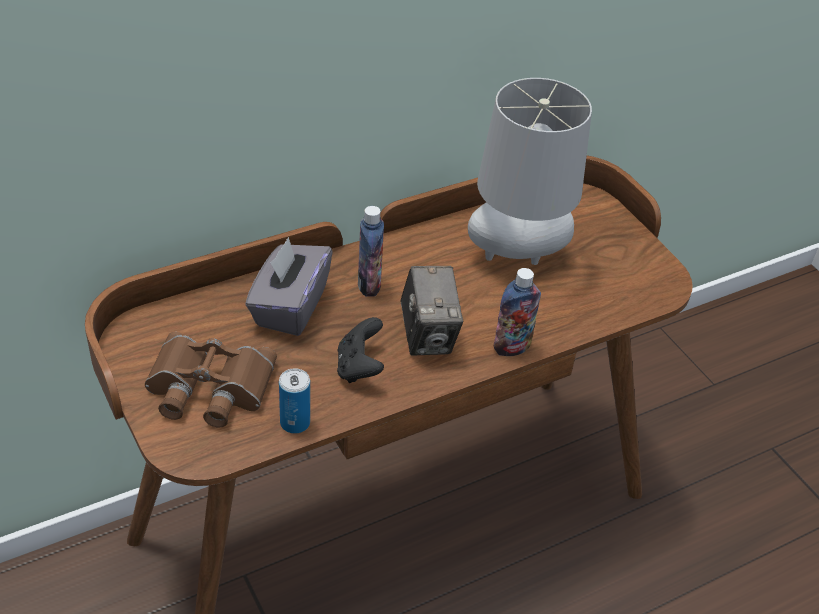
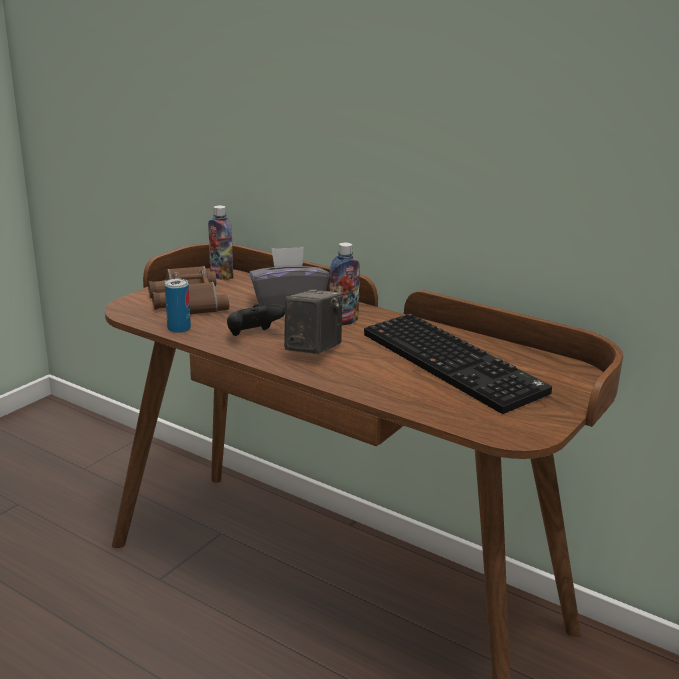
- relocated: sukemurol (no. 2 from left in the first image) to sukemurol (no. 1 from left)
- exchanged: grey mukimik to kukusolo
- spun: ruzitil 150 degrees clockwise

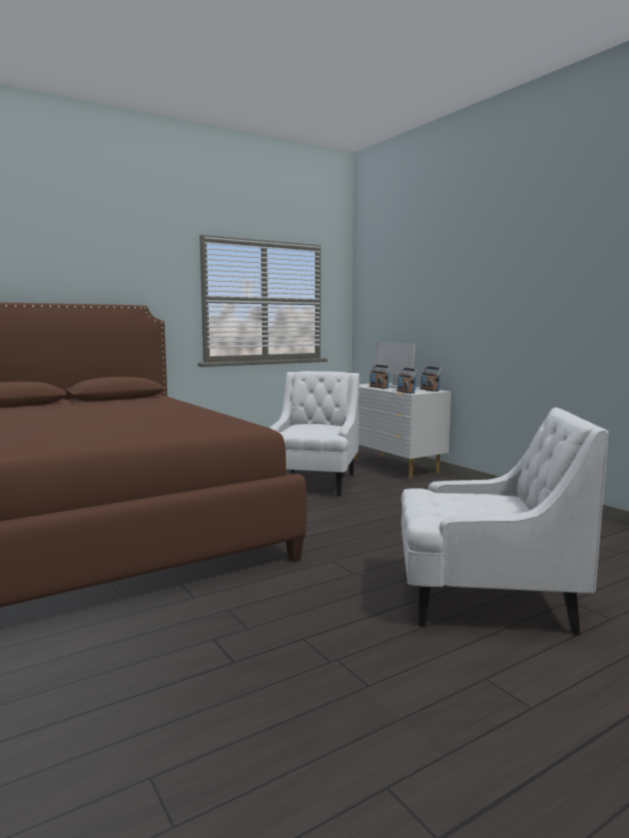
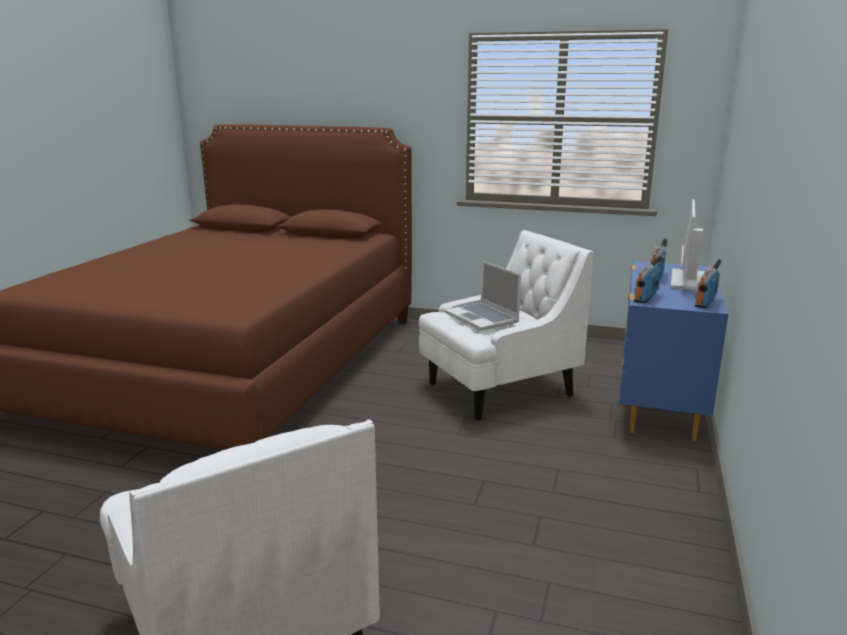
- appeared: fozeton
- colour: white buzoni to blue buzoni

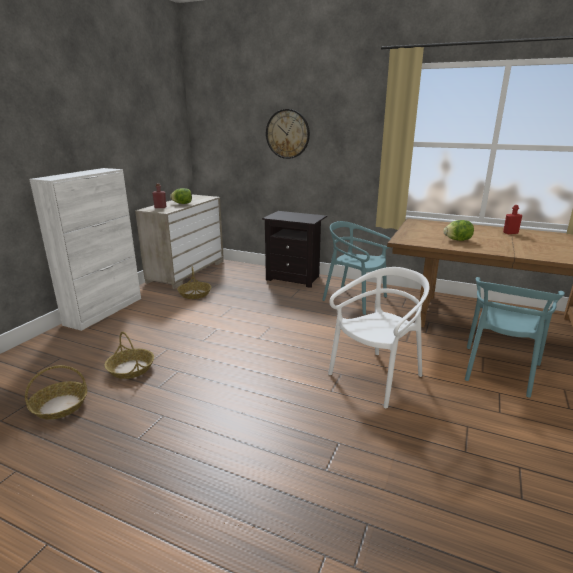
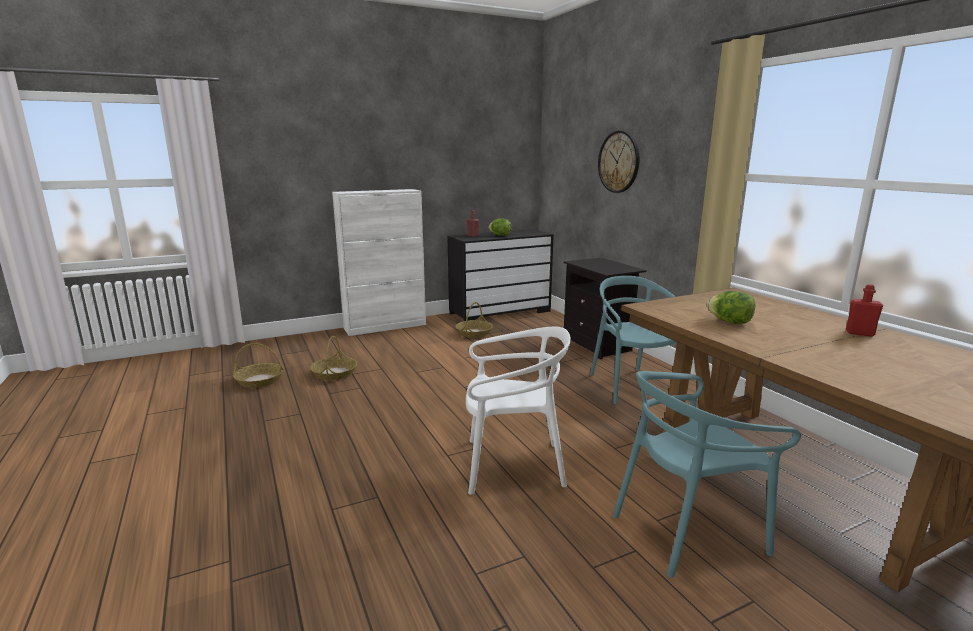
- colour: beige buzoni to black buzoni

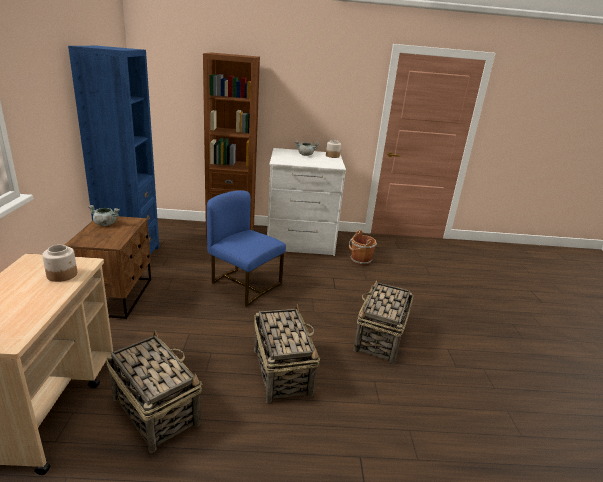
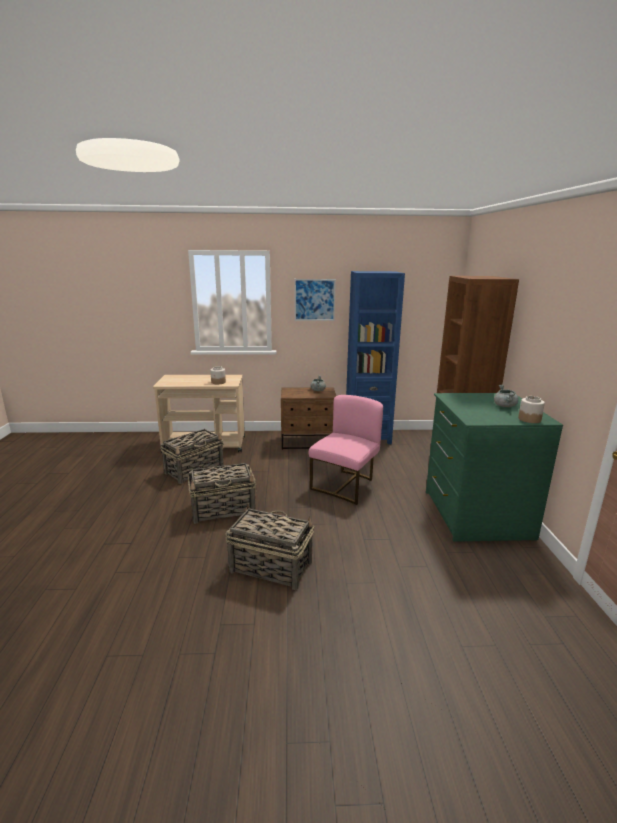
- missing: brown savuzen
- appeared: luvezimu
- colour: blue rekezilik to pink rekezilik
- colour: white buzoni to green buzoni

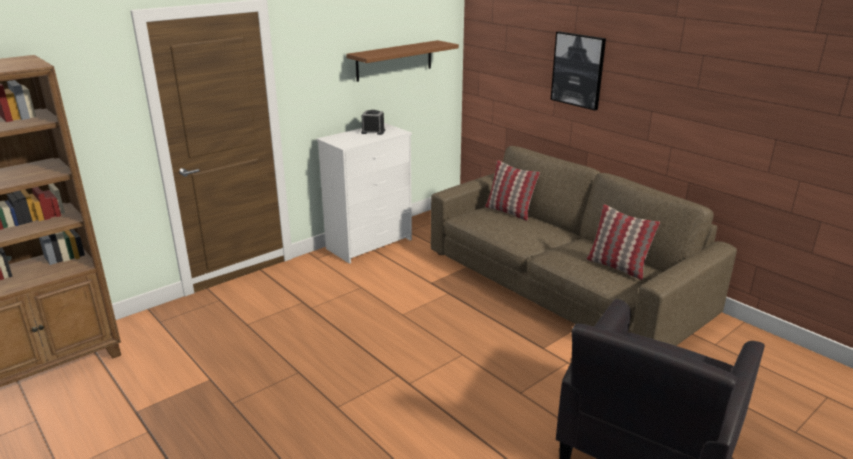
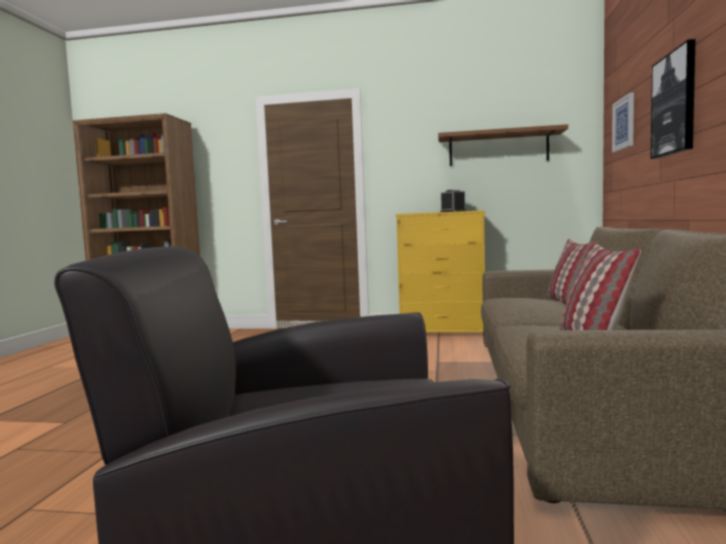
- appeared: luvezimu (no. 1 from left)
- colour: white buzoni to yellow buzoni

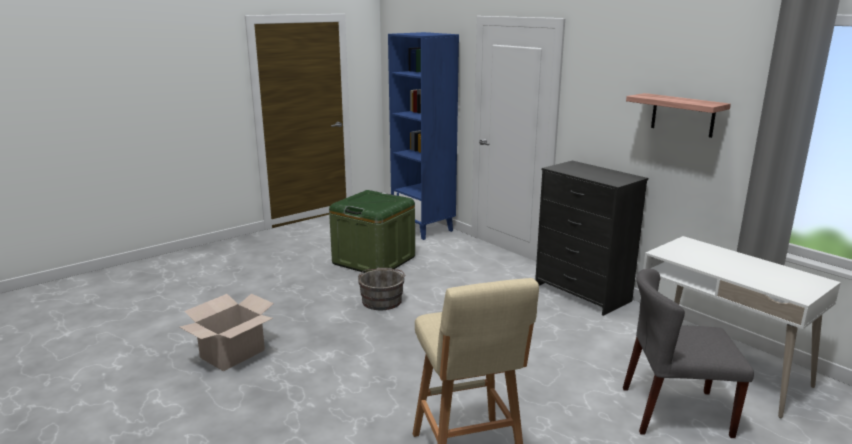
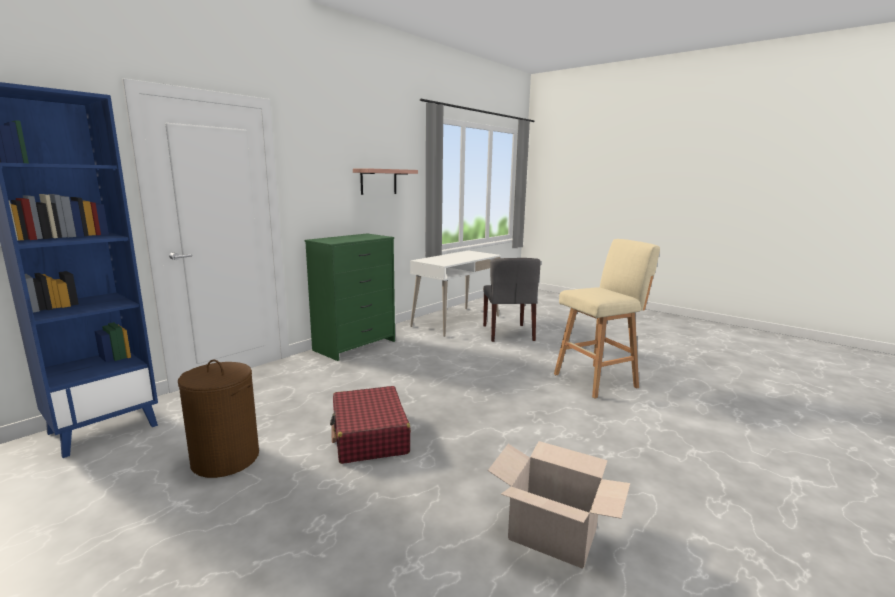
- exchanged: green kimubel to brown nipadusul
- exchanged: grey savuzen to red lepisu
- colour: black buzoni to green buzoni

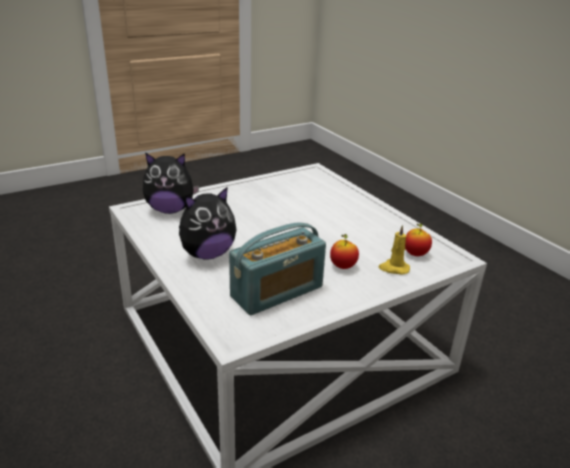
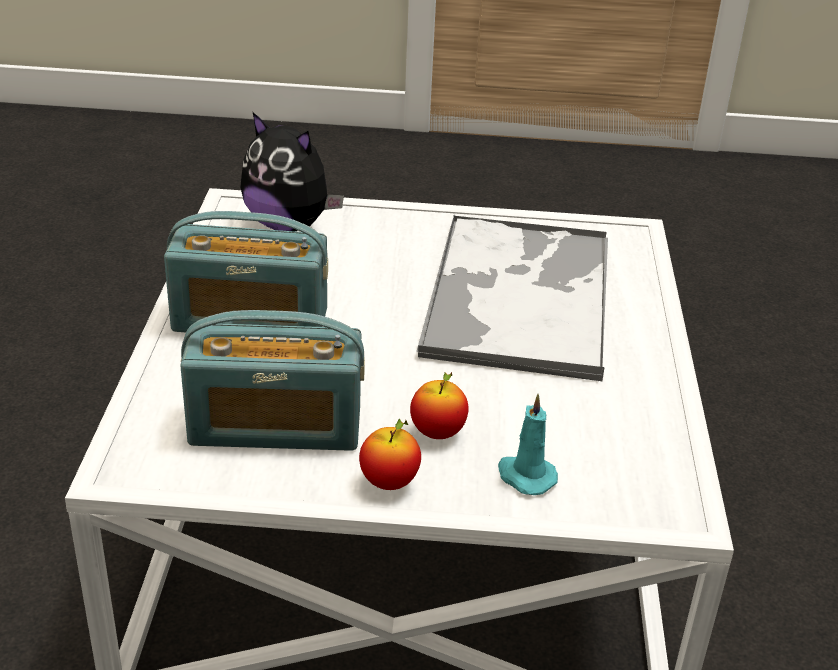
- appeared: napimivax
- relocated: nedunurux (no. 2 from left in the first image) to nedunurux (no. 1 from left)
- exchanged: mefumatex (no. 2 from left) to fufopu (no. 1 from left)
- colour: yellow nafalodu to turquoise nafalodu

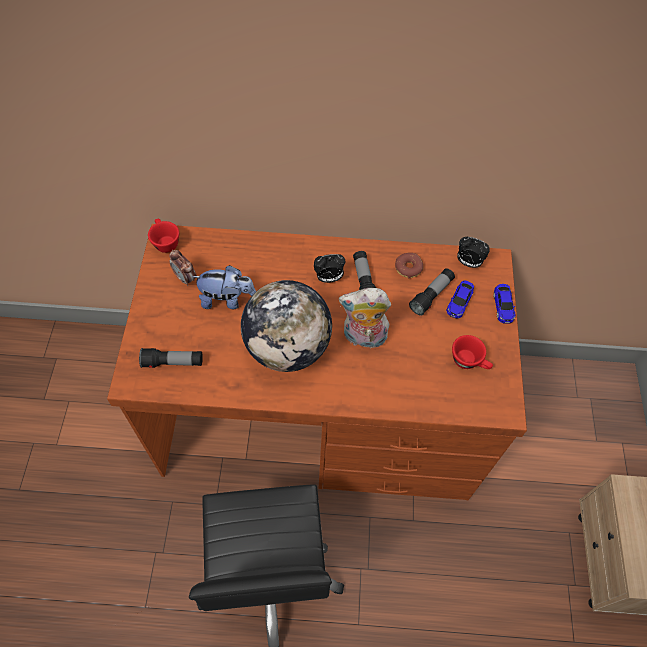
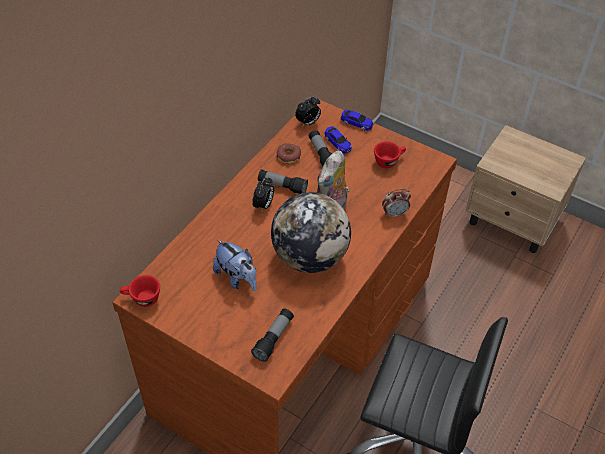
- relocated: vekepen (no. 1 from left in the first image) to vekepen (no. 3 from left)
- spun: mefumatex (no. 1 from left) 105 degrees clockwise

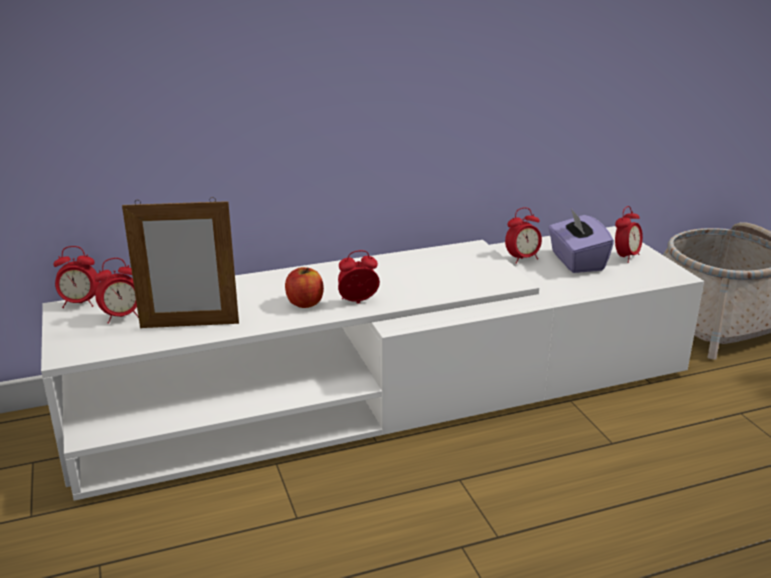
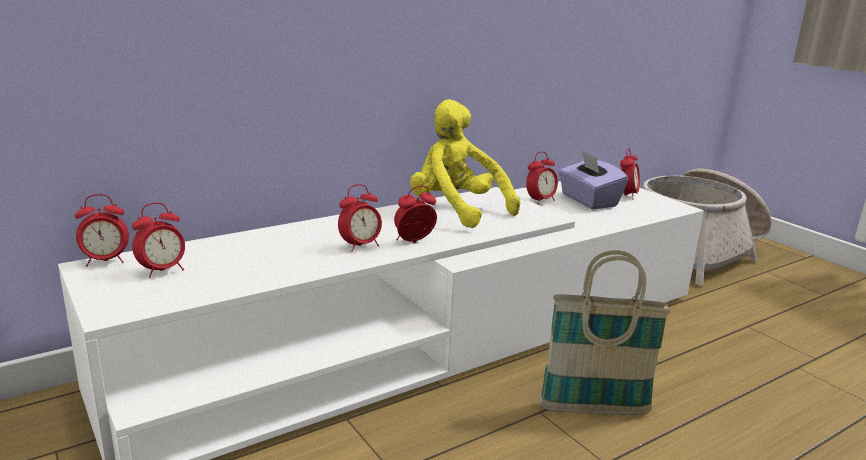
- missing: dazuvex
- appeared: yellow mefumatex
- appeared: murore (no. 1 from left)
- exchanged: nedunurux to vekepen (no. 3 from left)

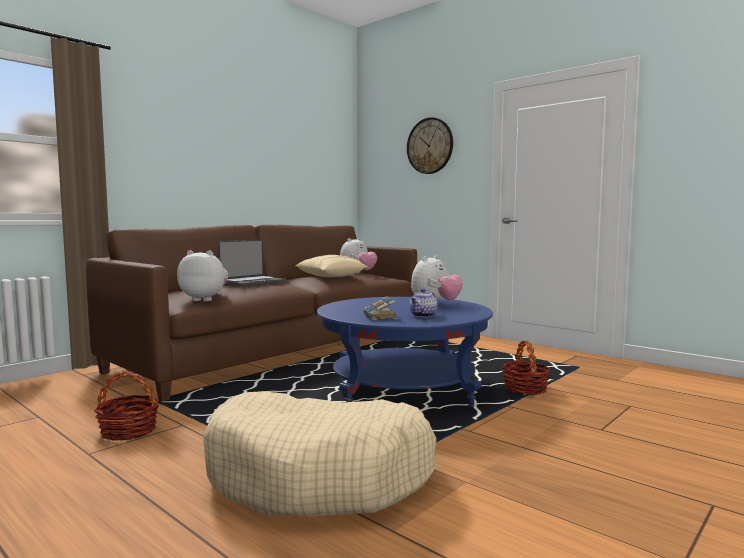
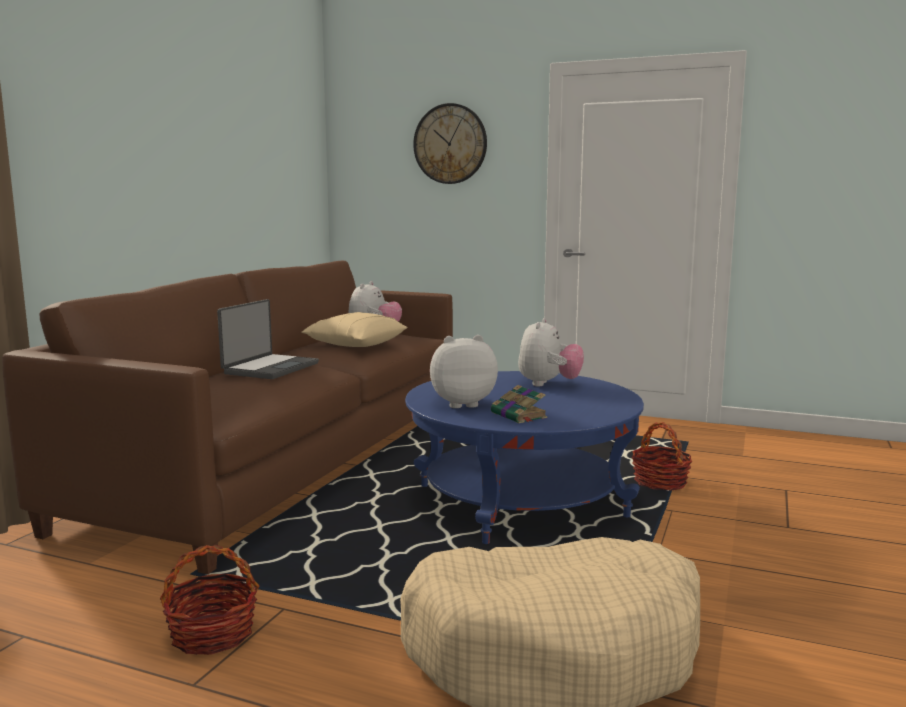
- missing: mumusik
- relocated: mefumatex (no. 1 from left in the first image) to mefumatex (no. 2 from left)

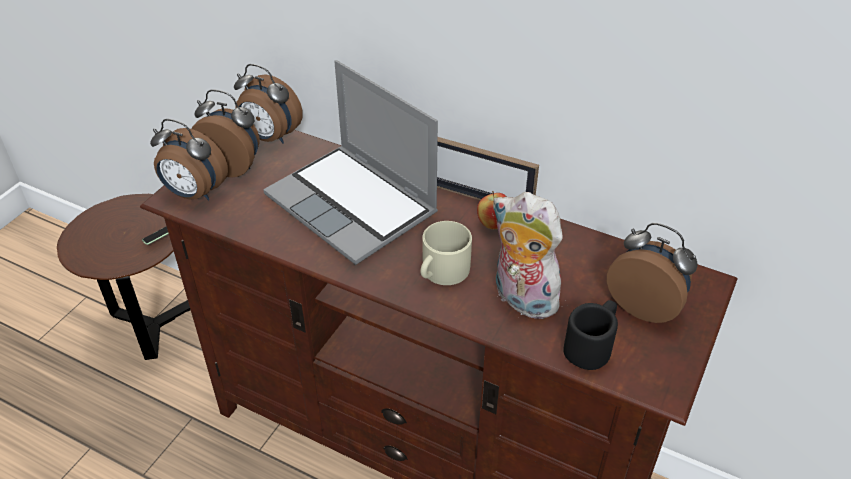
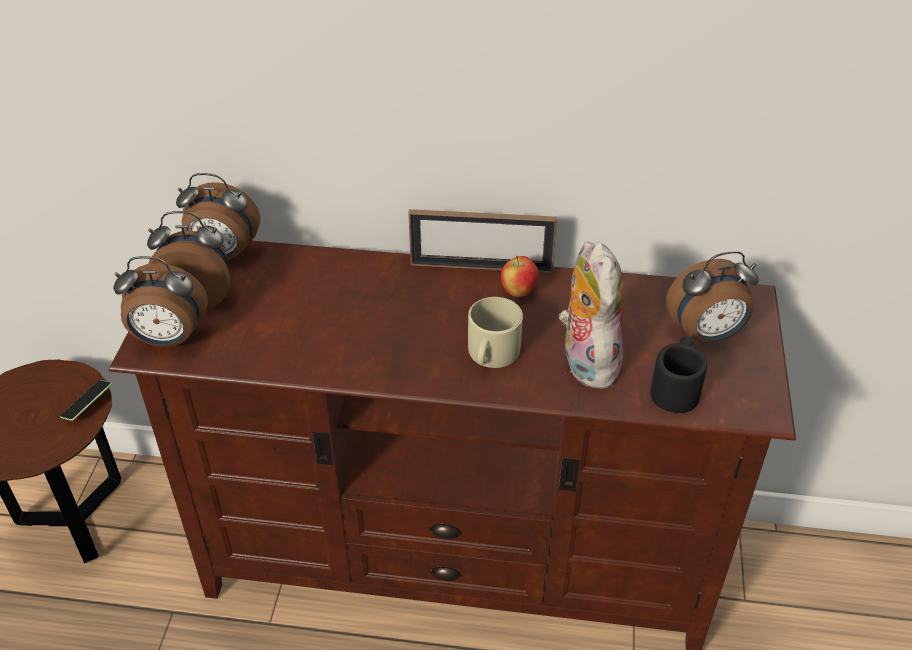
- missing: fozeton
- spun: mefumatex 60 degrees clockwise
- spun: vekepen (no. 4 from left) 150 degrees clockwise

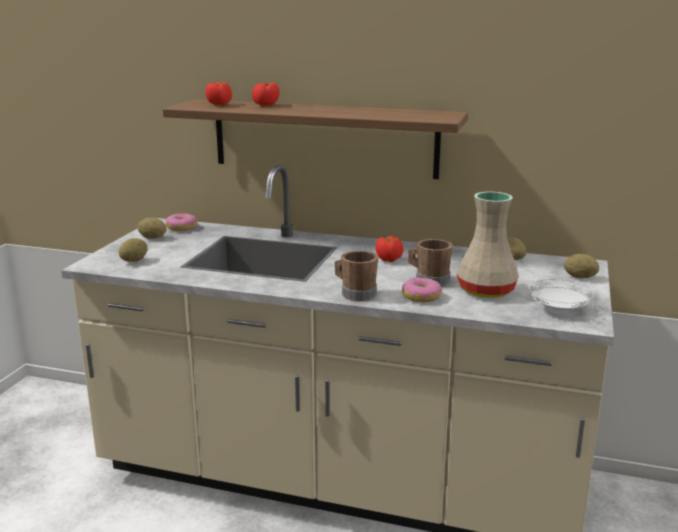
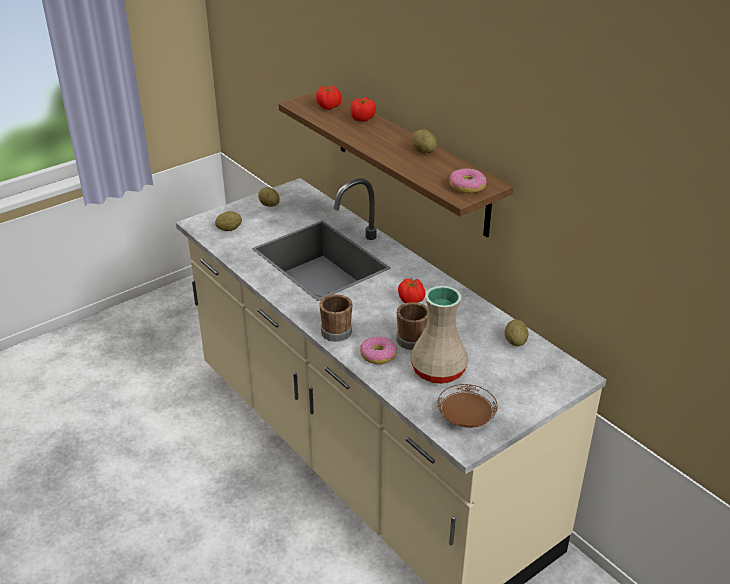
- relocated: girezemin (no. 1 from left in the first image) to girezemin (no. 2 from left)
- relocated: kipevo (no. 4 from left in the first image) to kipevo (no. 3 from left)
- colour: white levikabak to brown levikabak

